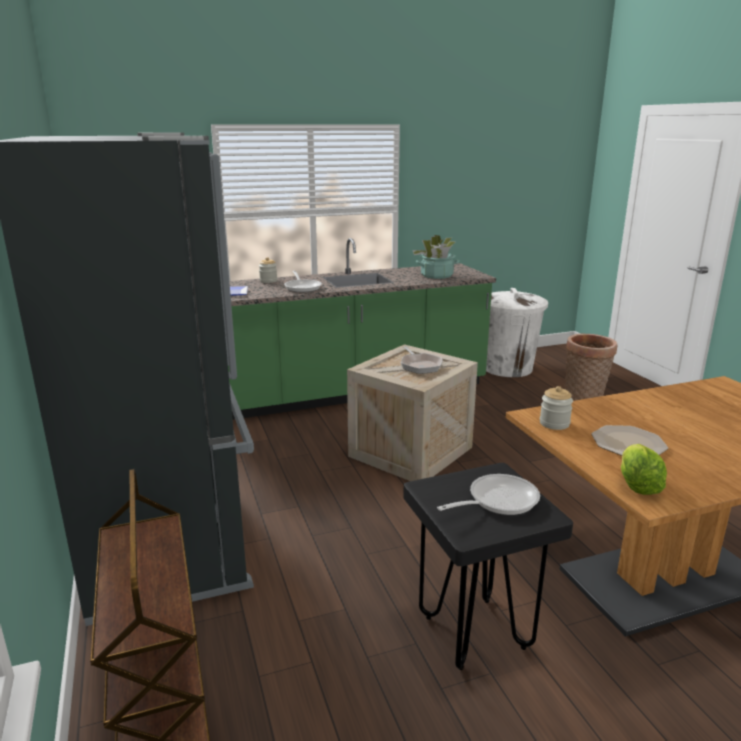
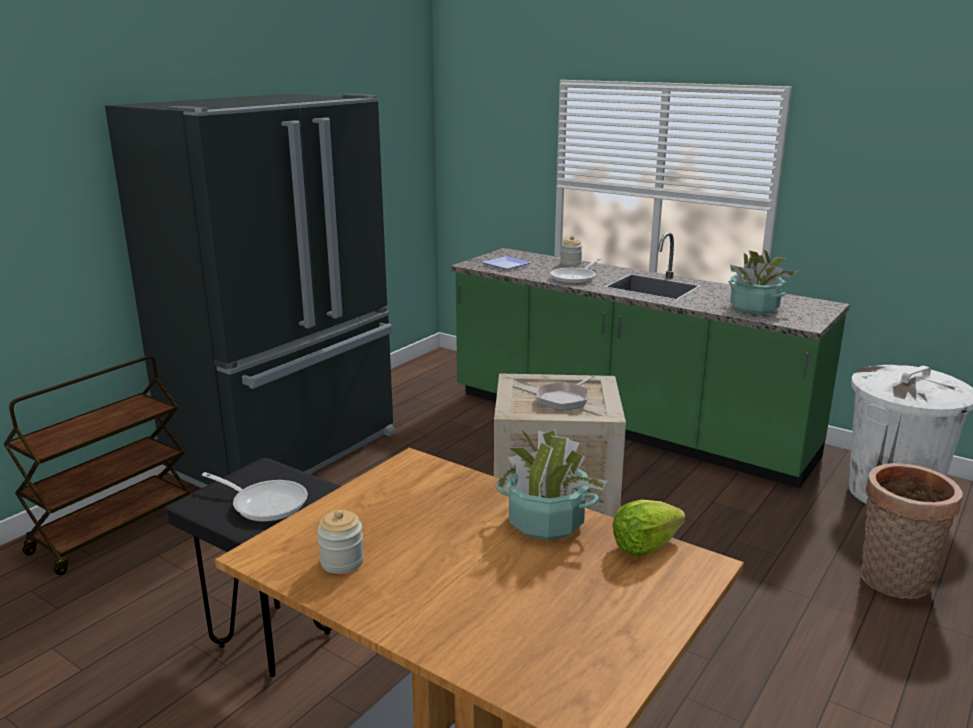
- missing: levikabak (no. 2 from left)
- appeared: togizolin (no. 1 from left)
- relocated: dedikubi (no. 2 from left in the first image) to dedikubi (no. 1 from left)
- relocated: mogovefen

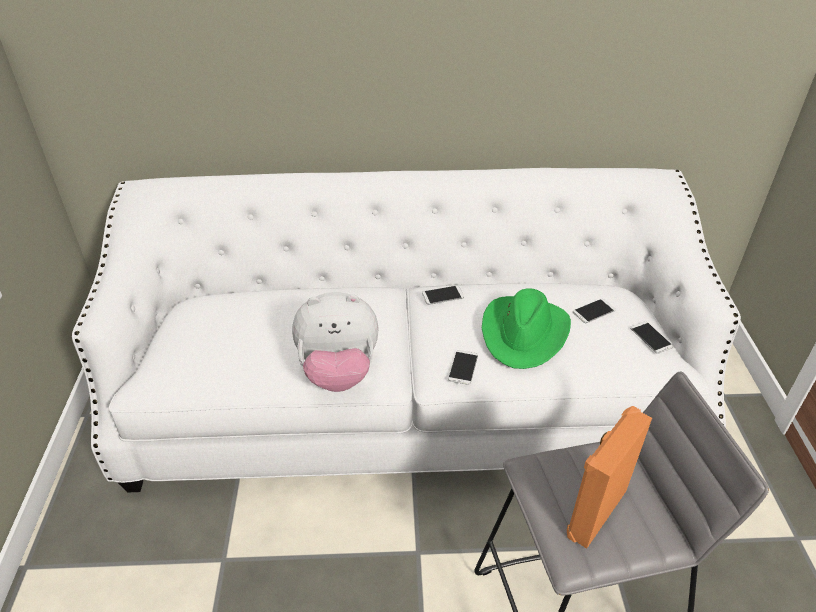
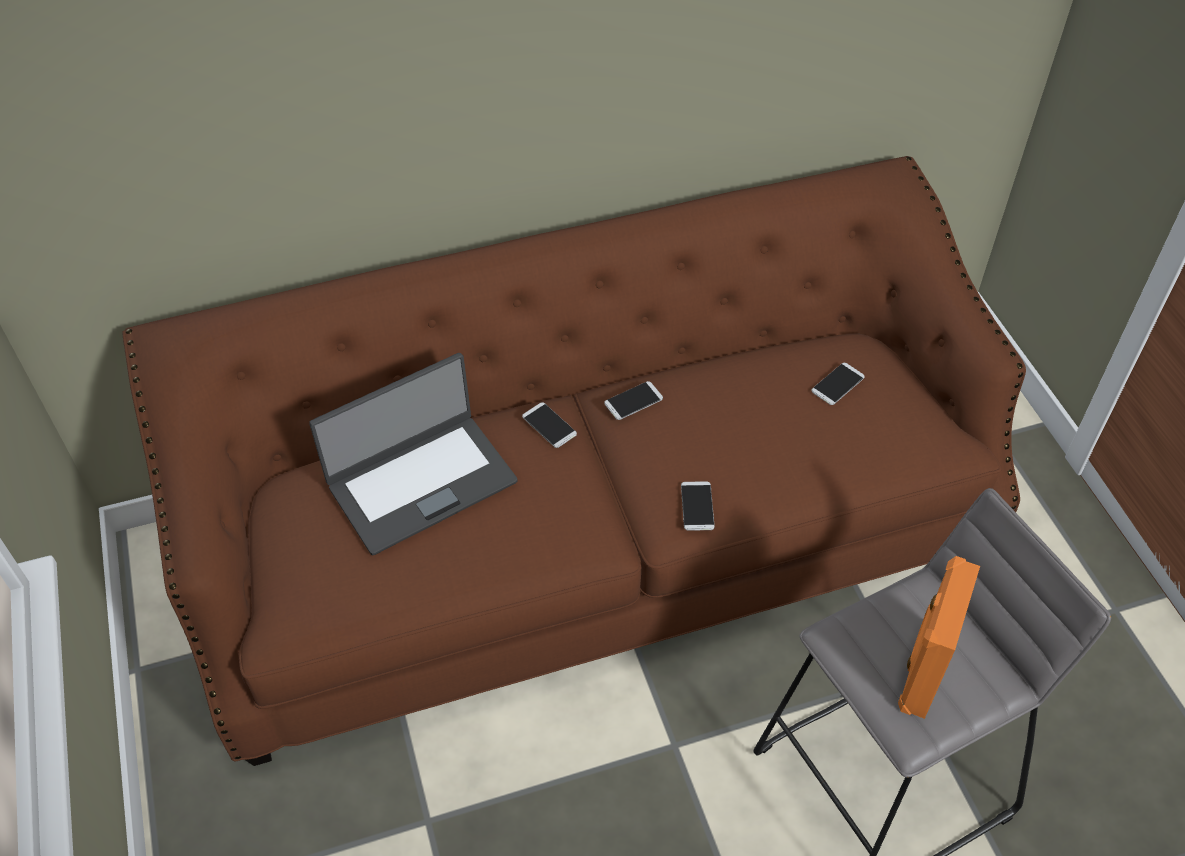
- missing: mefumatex
- missing: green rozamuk
- appeared: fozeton
- relocated: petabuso (no. 4 from left in the first image) to petabuso (no. 1 from left)
- colour: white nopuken to brown nopuken

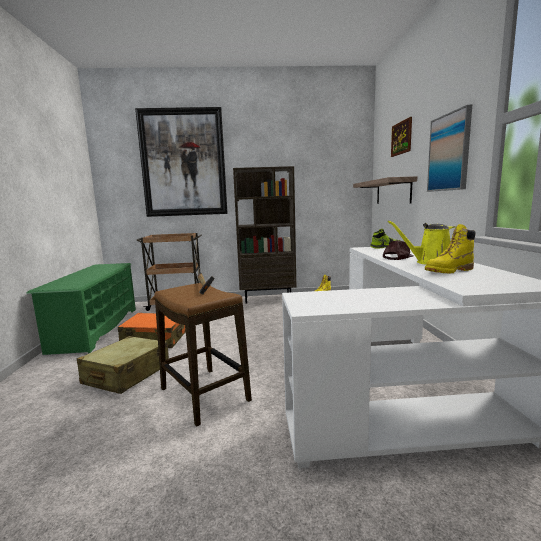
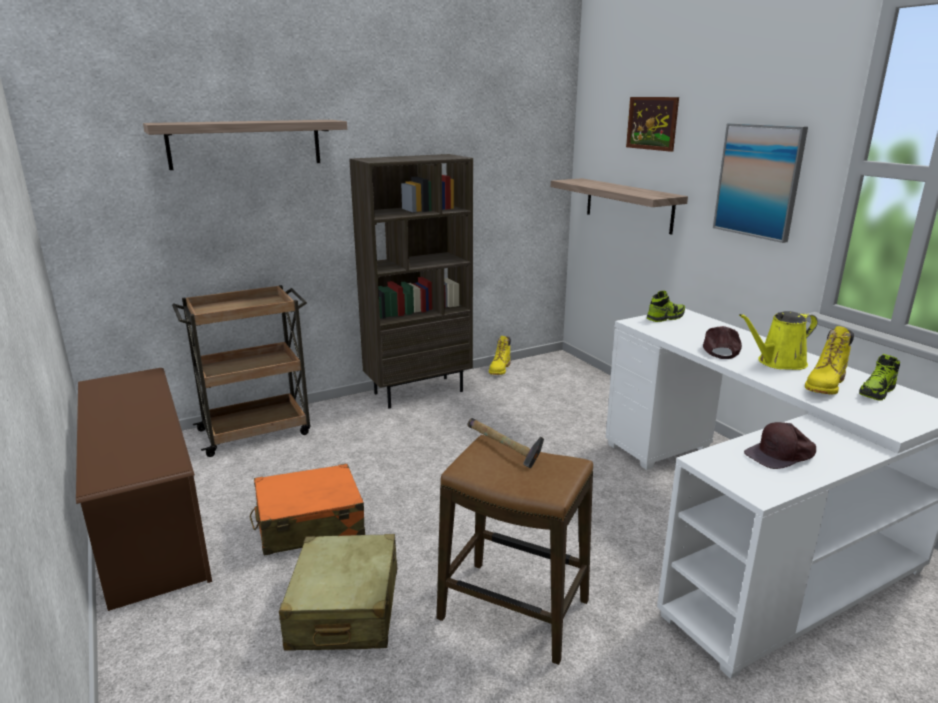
- appeared: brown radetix (no. 2 from left)
- appeared: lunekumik (no. 2 from left)
- exchanged: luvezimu (no. 1 from left) to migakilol (no. 1 from left)
- colour: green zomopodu to brown zomopodu

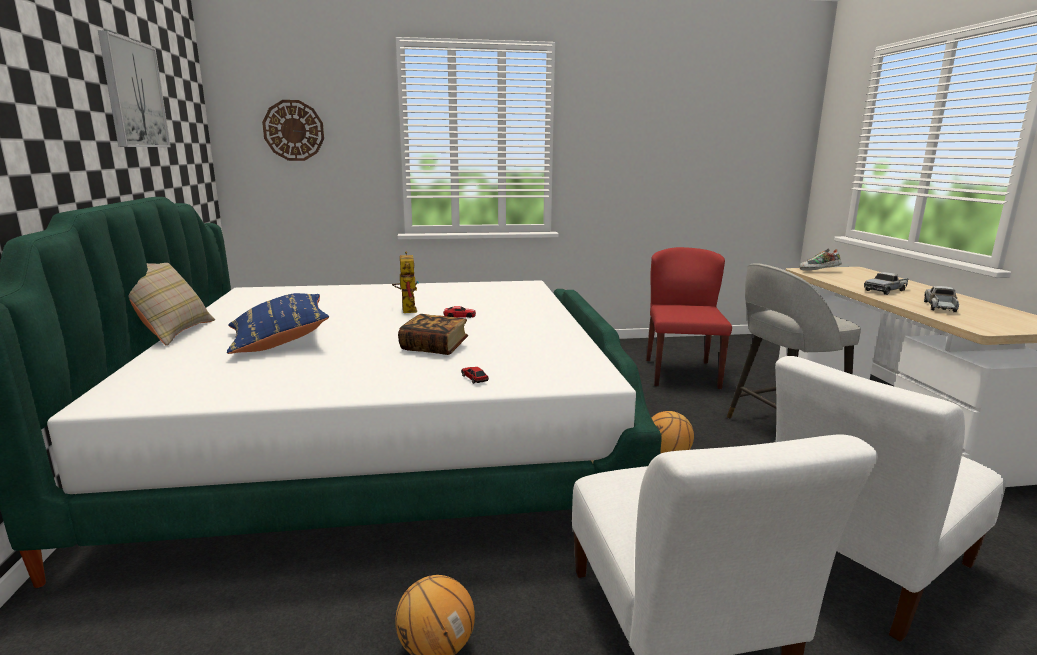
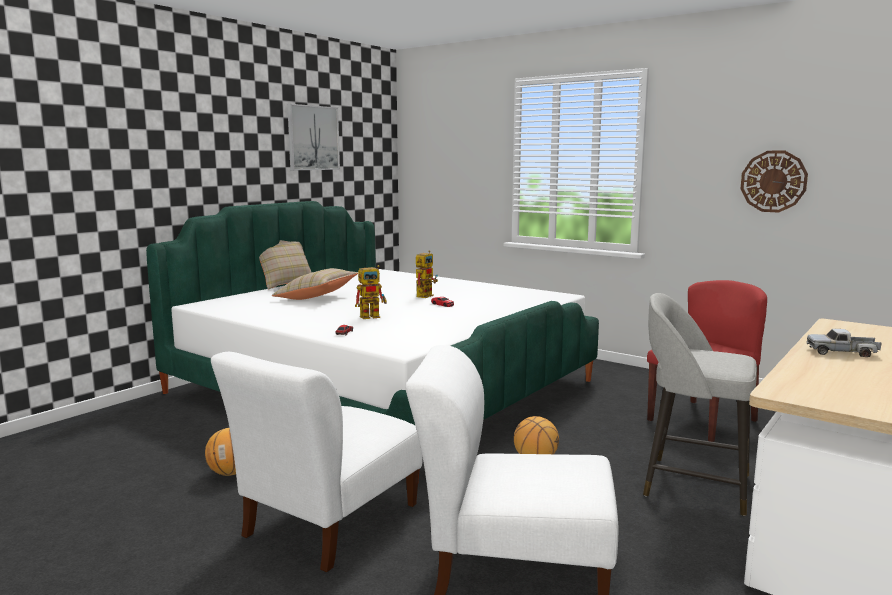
- missing: lunekumik
- missing: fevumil (no. 2 from left)
- relocated: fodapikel
- exchanged: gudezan to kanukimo (no. 1 from left)
- colour: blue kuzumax to beige kuzumax (no. 2 from left)

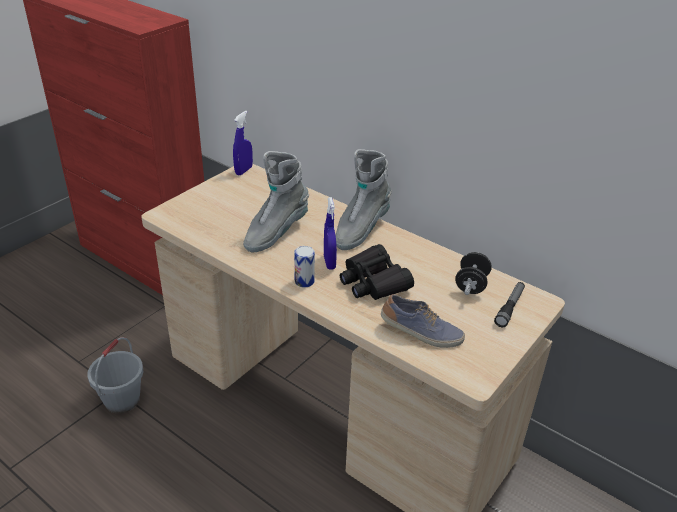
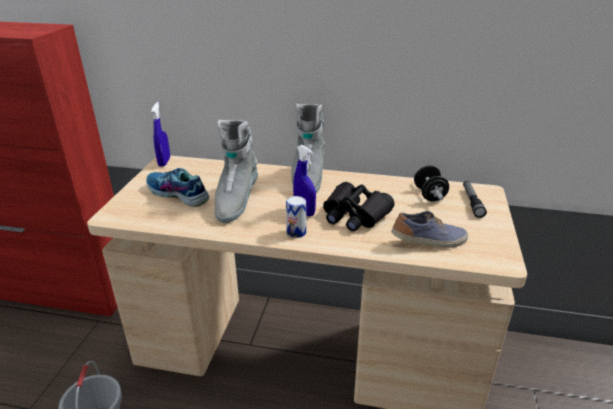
- appeared: lunekumik (no. 1 from left)

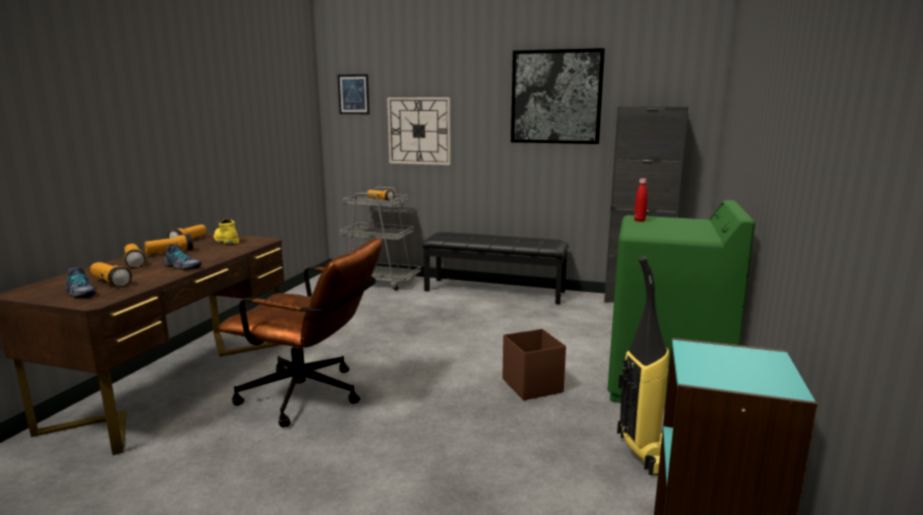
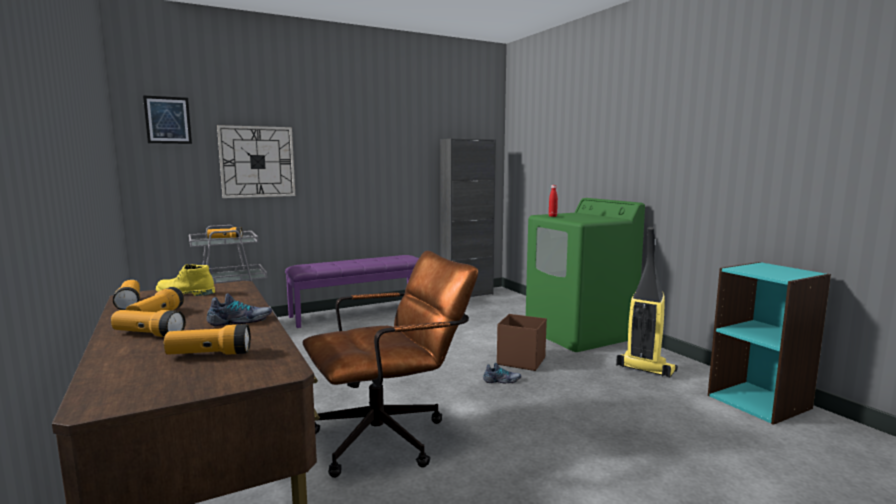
- missing: luvezimu (no. 2 from left)
- relocated: lunekumik (no. 1 from left in the first image) to lunekumik (no. 2 from left)
- colour: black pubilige to purple pubilige

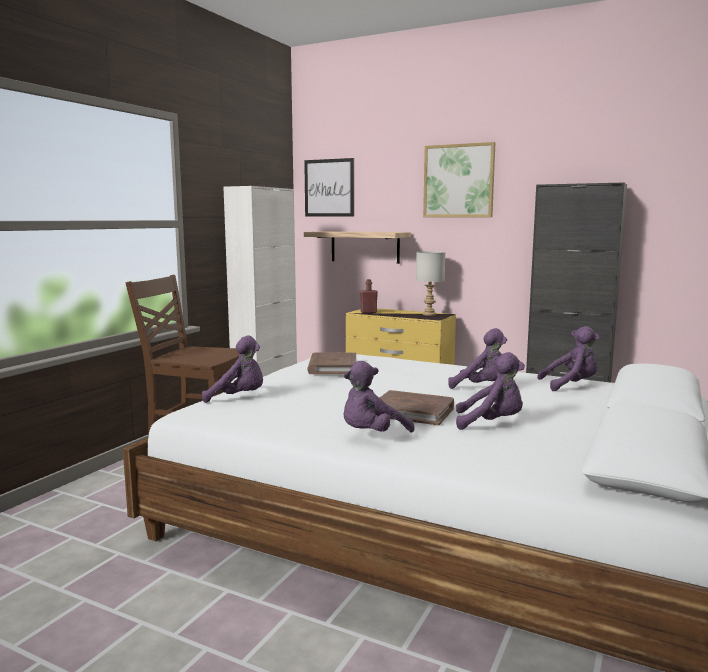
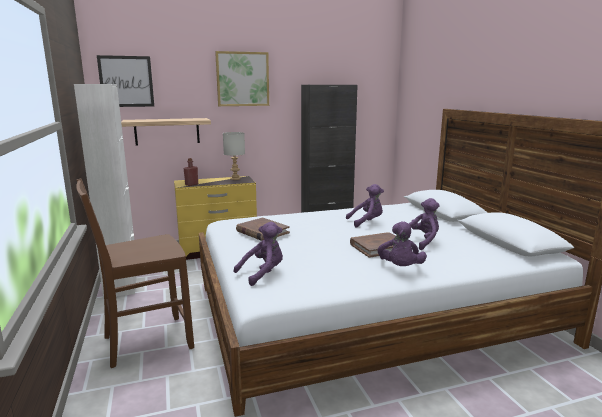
- missing: purple mefumatex (no. 5 from left)

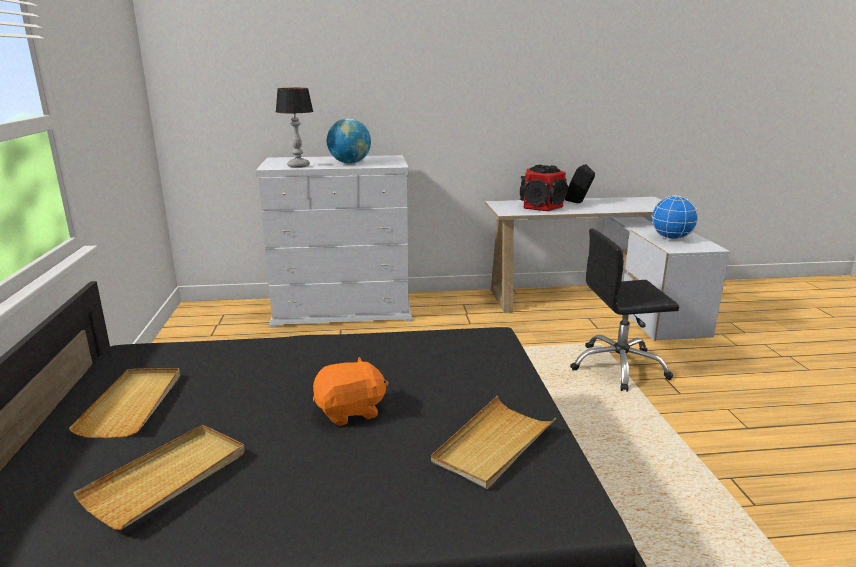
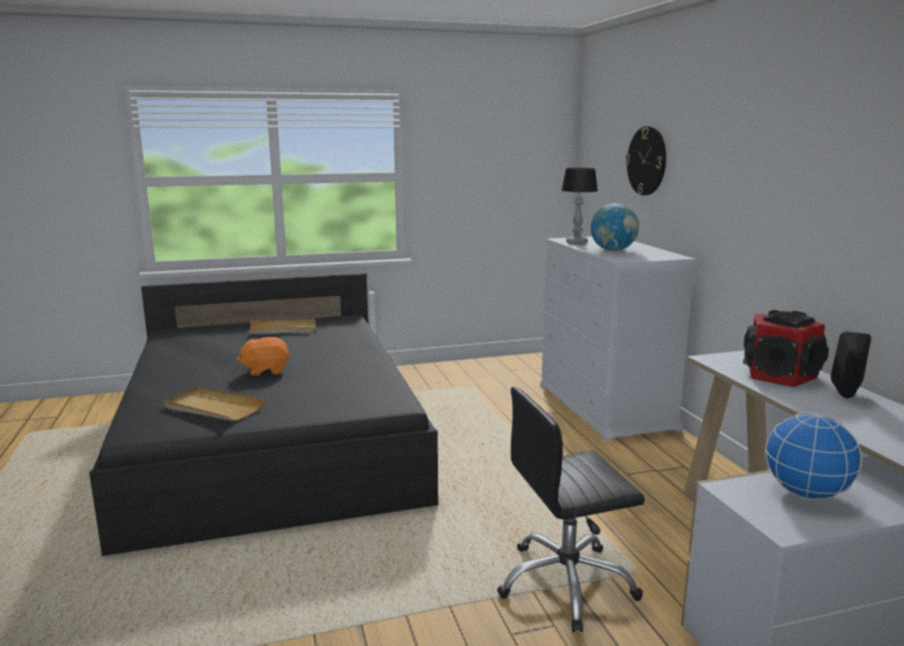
- missing: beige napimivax (no. 2 from left)
- appeared: fodapikel
- spun: orange mefumatex 105 degrees clockwise
- spun: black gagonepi 90 degrees counterclockwise

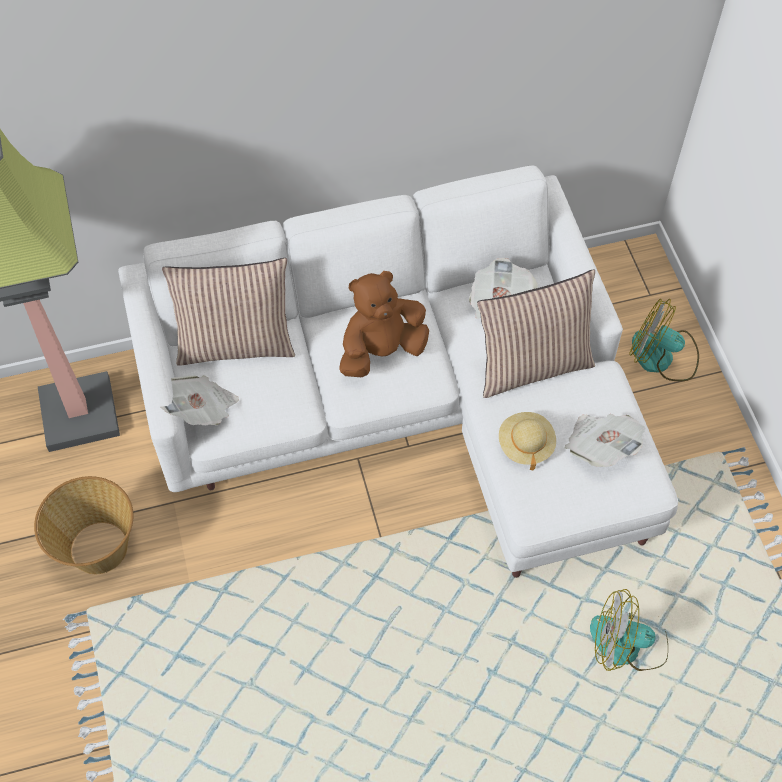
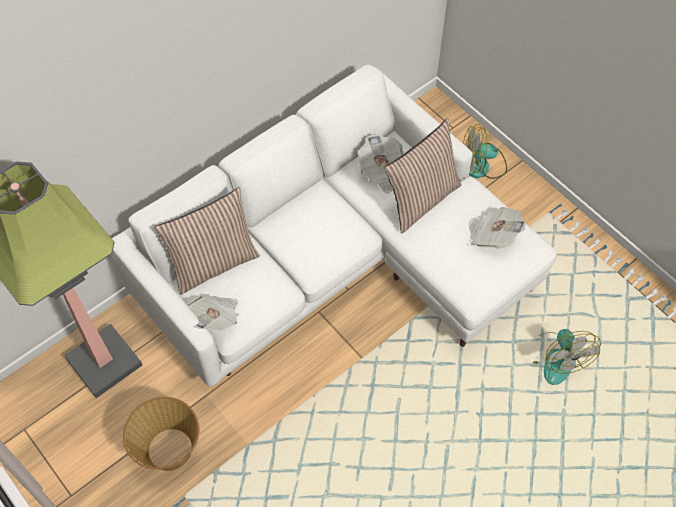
- missing: brown mefumatex
- missing: beige rozamuk
- spun: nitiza (no. 1 from left in the first image) 90 degrees counterclockwise

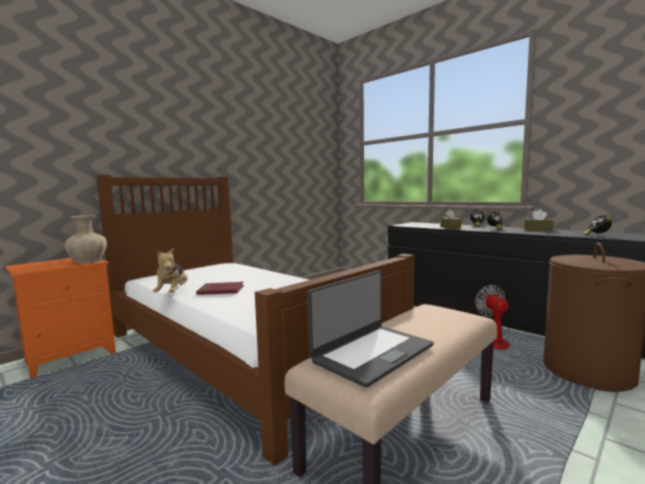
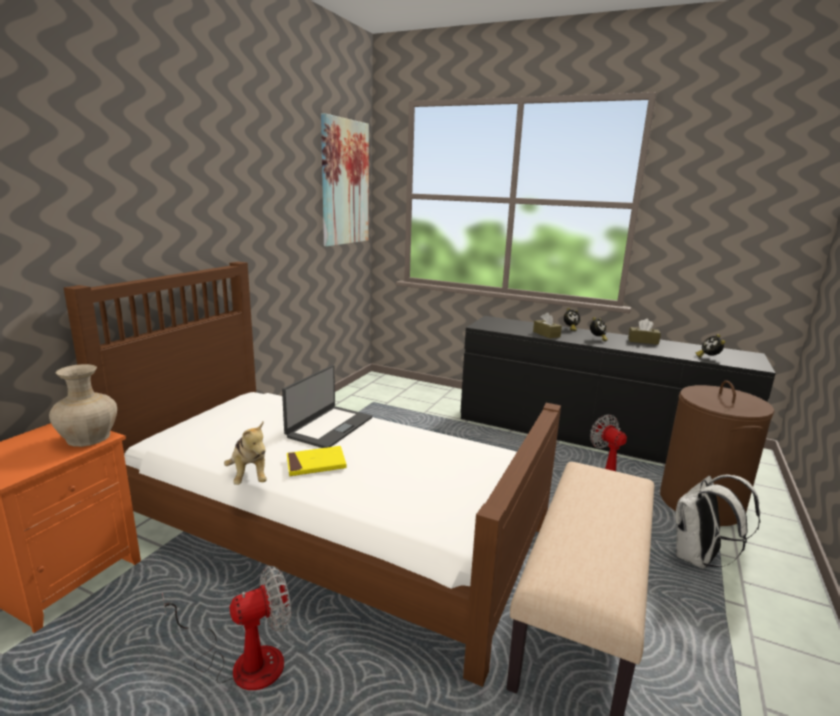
- appeared: nitiza (no. 1 from left)
- appeared: luvezimu
- appeared: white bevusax
- relocated: fozeton
- colour: red gudezan to yellow gudezan

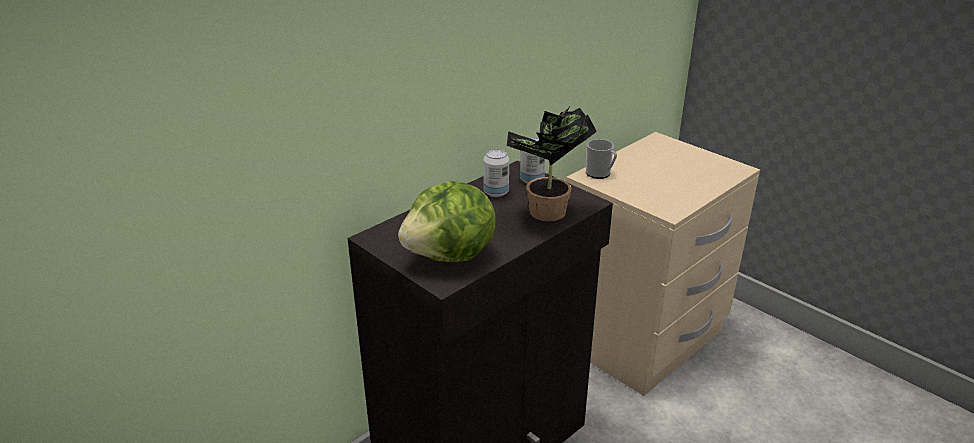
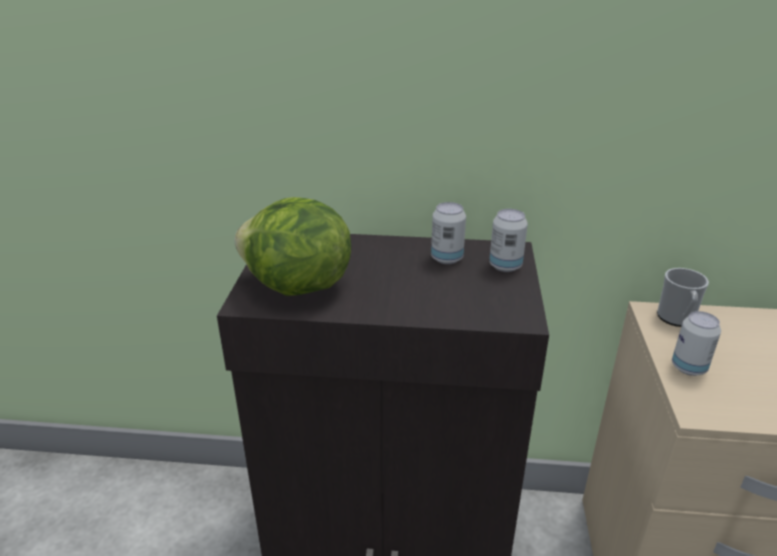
- missing: togizolin
- appeared: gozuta (no. 3 from left)

